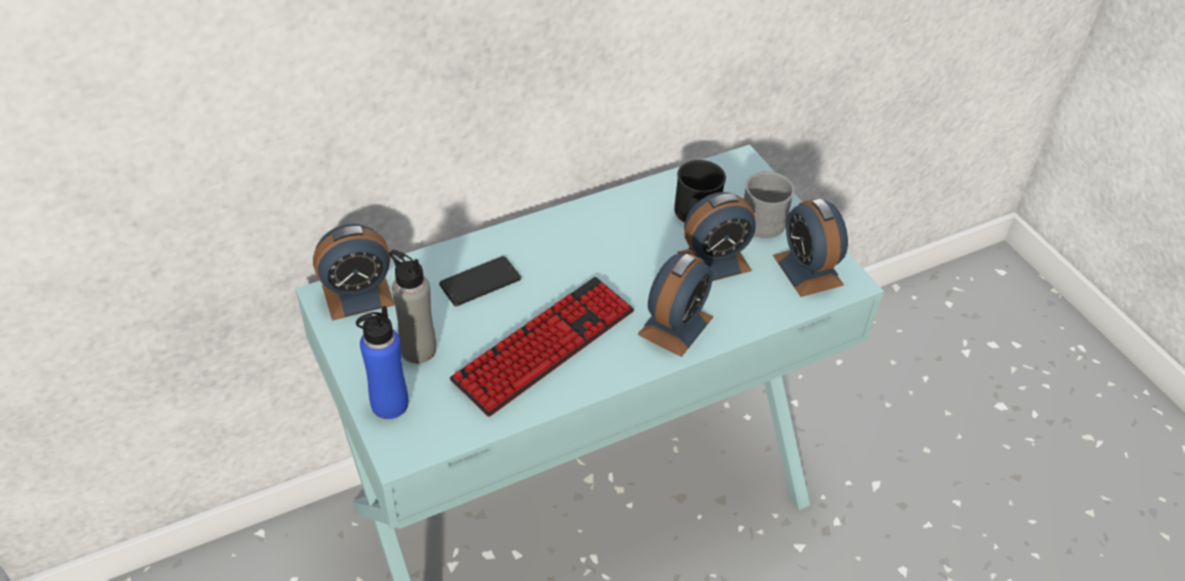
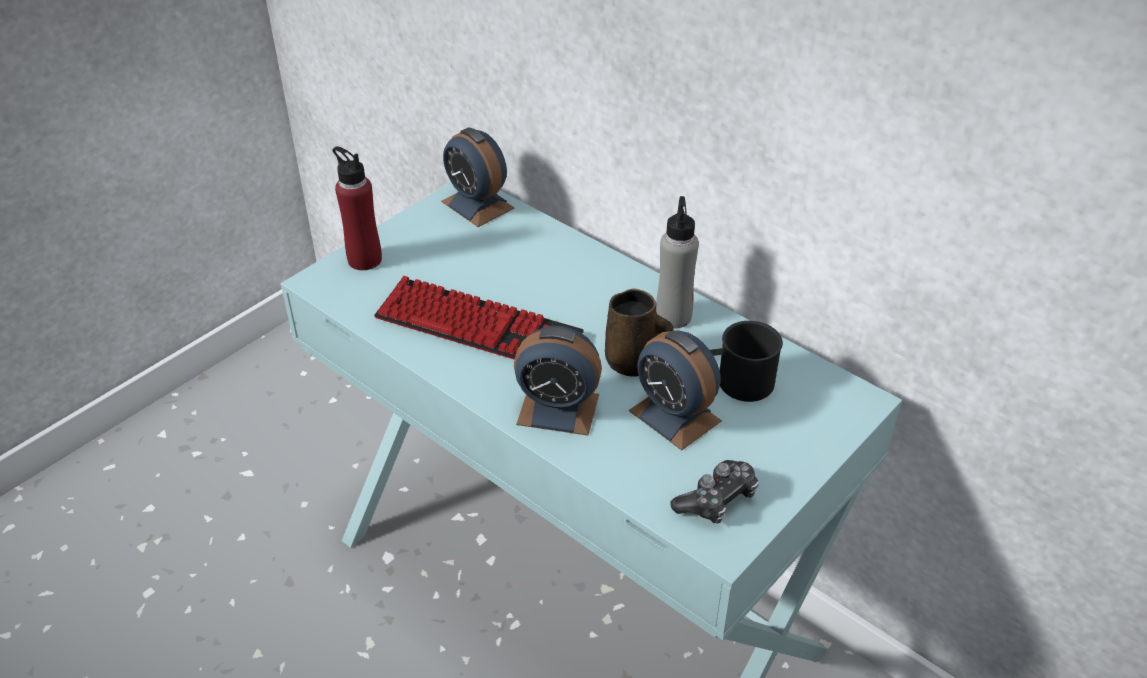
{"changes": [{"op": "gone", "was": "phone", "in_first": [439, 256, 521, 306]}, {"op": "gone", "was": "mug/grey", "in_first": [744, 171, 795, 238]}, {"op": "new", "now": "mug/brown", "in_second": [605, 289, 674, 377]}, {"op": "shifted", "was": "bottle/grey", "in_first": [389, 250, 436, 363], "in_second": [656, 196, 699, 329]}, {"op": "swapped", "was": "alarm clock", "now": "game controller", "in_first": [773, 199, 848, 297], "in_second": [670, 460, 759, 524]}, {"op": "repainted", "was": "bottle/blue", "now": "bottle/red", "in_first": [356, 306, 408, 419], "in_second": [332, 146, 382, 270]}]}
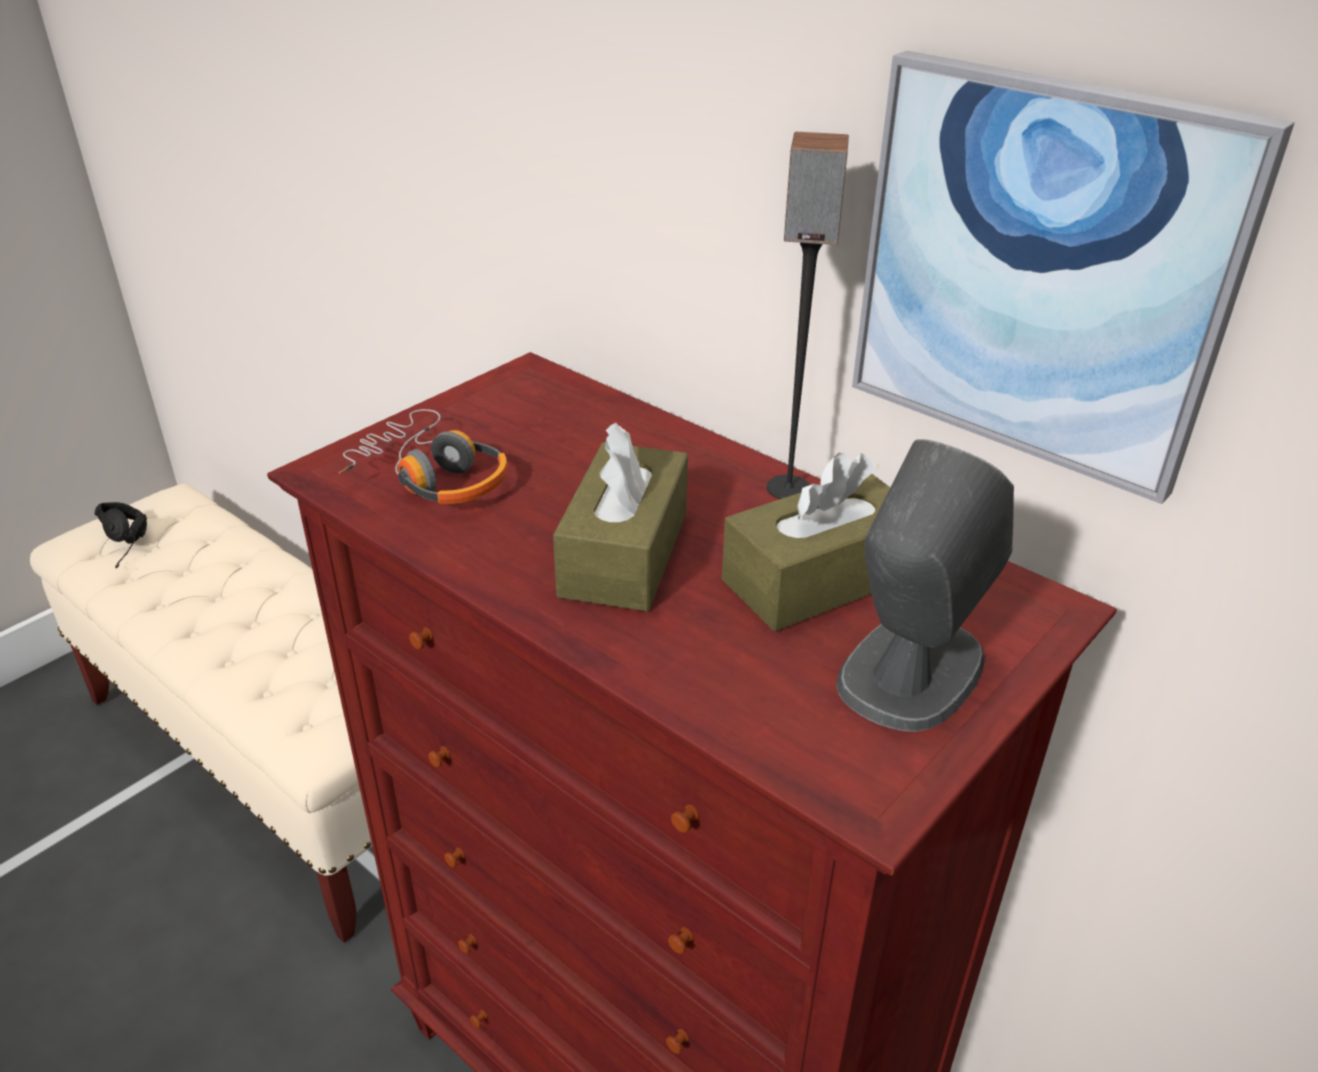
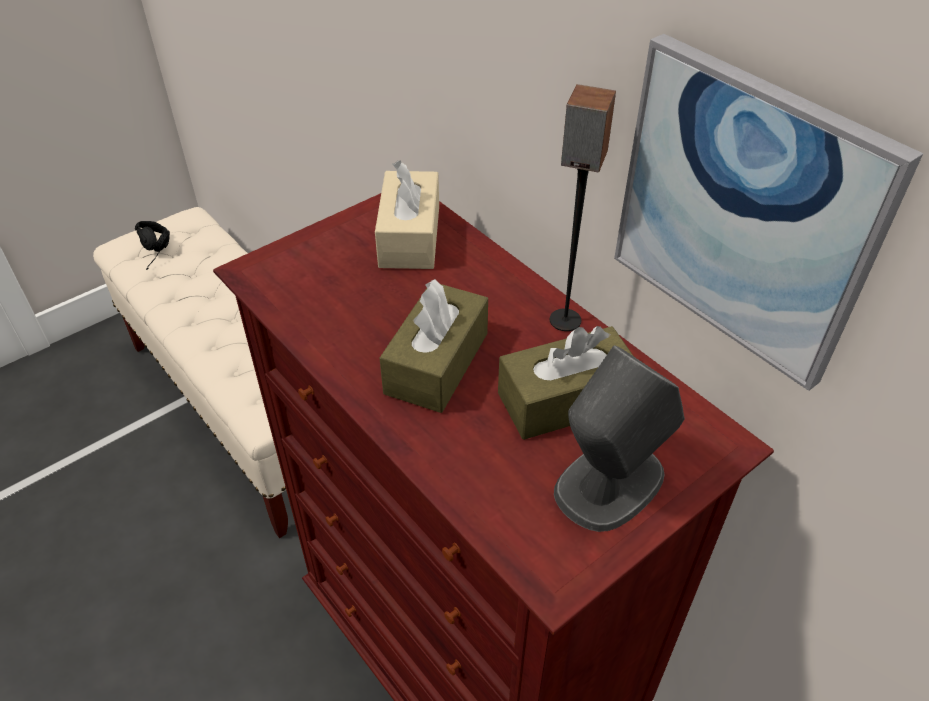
{"changes": [{"op": "gone", "was": "headphones", "in_first": [339, 409, 508, 504]}, {"op": "new", "now": "tissue box/beige", "in_second": [375, 161, 439, 269]}]}
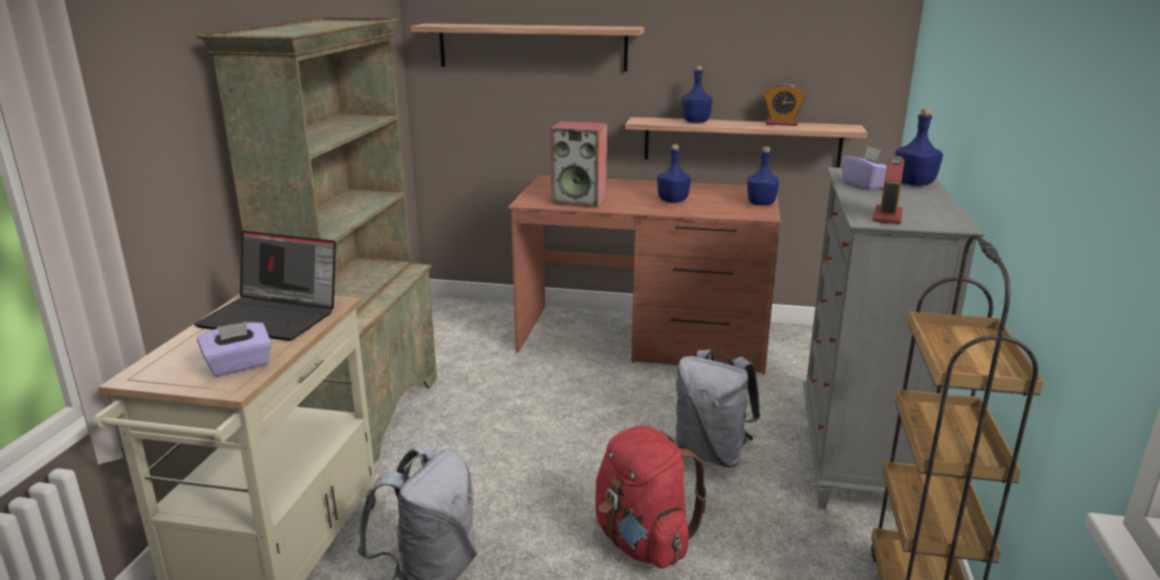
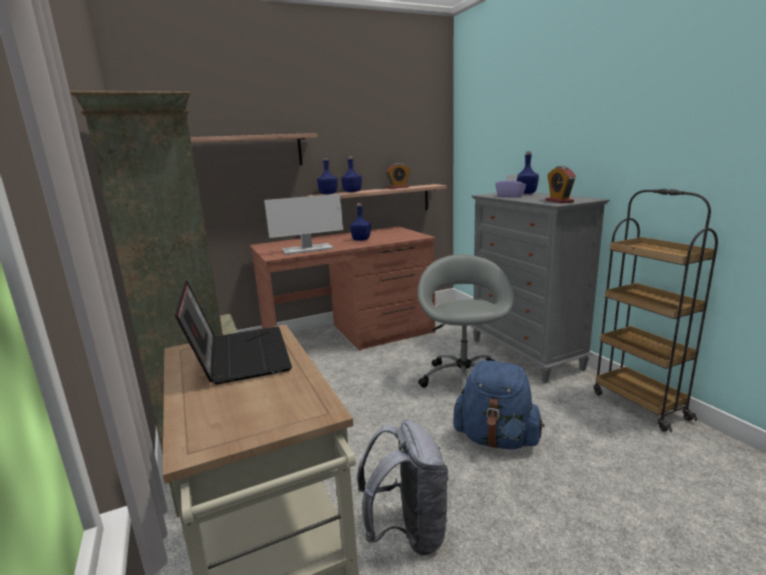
{"changes": [{"op": "gone", "was": "tissue box/purple", "in_first": [197, 322, 272, 377]}, {"op": "shifted", "was": "bottle/blue", "in_first": [747, 147, 779, 205], "in_second": [317, 158, 338, 194]}, {"op": "swapped", "was": "speaker", "now": "monitor", "in_first": [550, 121, 607, 208], "in_second": [264, 194, 343, 255]}, {"op": "swapped", "was": "backpack/grey", "now": "office chair/grey", "in_first": [676, 349, 760, 467], "in_second": [417, 254, 515, 394]}, {"op": "repainted", "was": "backpack/red", "now": "backpack/blue", "in_first": [595, 426, 709, 569], "in_second": [453, 360, 545, 450]}, {"op": "rotated", "was": "laptop", "in_first": [194, 231, 336, 341], "in_second": [175, 280, 292, 385], "clockwise": -90}]}
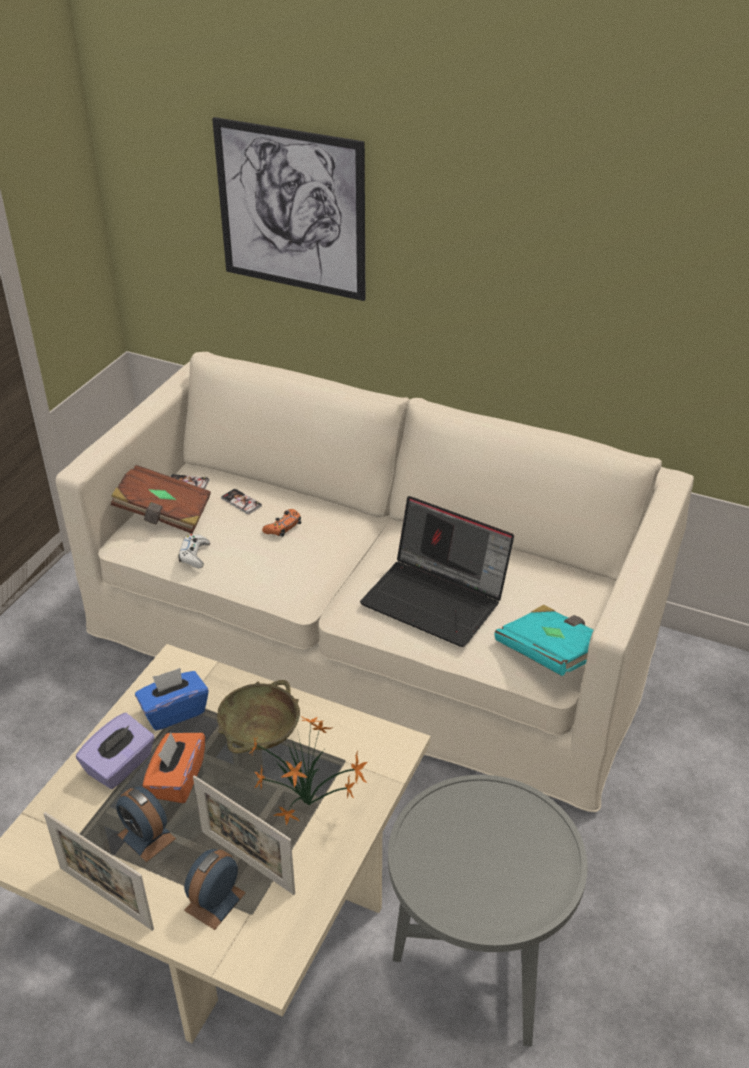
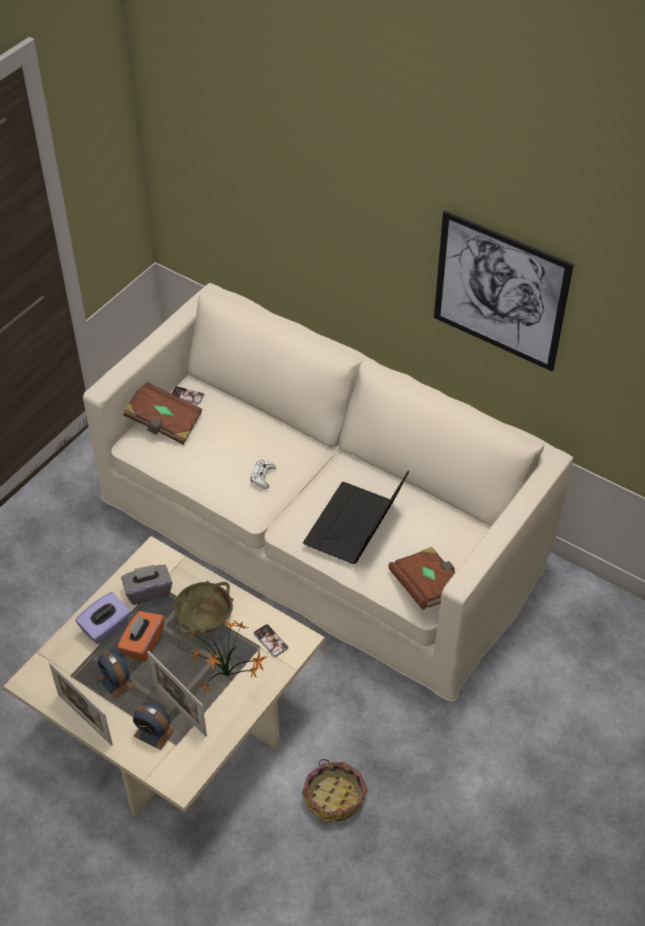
{"changes": [{"op": "gone", "was": "game controller/orange", "in_first": [262, 509, 301, 537]}, {"op": "shifted", "was": "game controller/white", "in_first": [178, 534, 210, 568], "in_second": [250, 460, 276, 489]}, {"op": "shifted", "was": "picture", "in_first": [212, 117, 365, 301], "in_second": [434, 210, 574, 371]}, {"op": "shifted", "was": "phone", "in_first": [221, 489, 262, 514], "in_second": [253, 624, 289, 657]}, {"op": "swapped", "was": "side table/grey", "now": "basket", "in_first": [388, 775, 587, 1047], "in_second": [302, 759, 368, 823]}, {"op": "repainted", "was": "tissue box/blue", "now": "tissue box/grey", "in_first": [135, 668, 209, 731], "in_second": [121, 565, 172, 605]}, {"op": "repainted", "was": "book/turquoise", "now": "book/brown", "in_first": [495, 605, 593, 676], "in_second": [388, 547, 455, 610]}, {"op": "rotated", "was": "alarm clock", "in_first": [184, 849, 246, 930], "in_second": [133, 702, 175, 750], "clockwise": -105}, {"op": "rotated", "was": "laptop", "in_first": [360, 496, 514, 647], "in_second": [303, 471, 409, 564], "clockwise": 75}]}
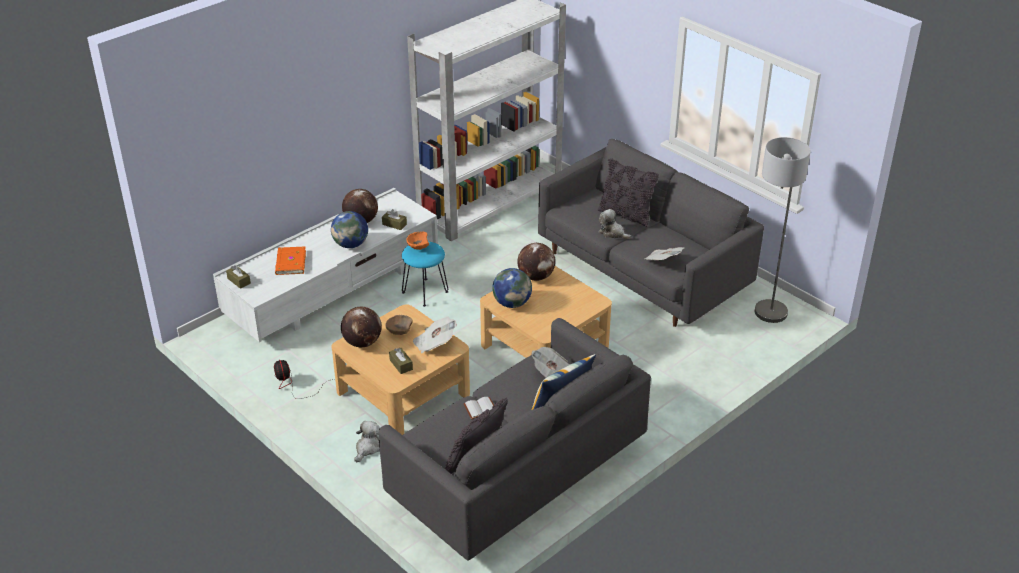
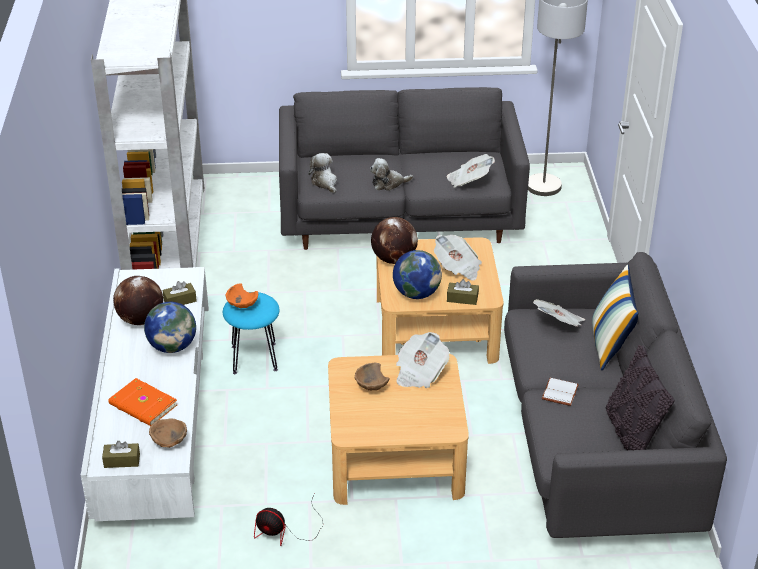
{"changes": [{"op": "gone", "was": "globe", "in_first": [341, 307, 381, 347]}, {"op": "gone", "was": "pillow/black", "in_first": [598, 158, 659, 227]}, {"op": "new", "now": "bowl/brown", "in_second": [149, 418, 187, 448]}, {"op": "new", "now": "newspaper", "in_second": [434, 235, 482, 281]}, {"op": "shifted", "was": "plush toy", "in_first": [354, 421, 380, 462], "in_second": [308, 153, 337, 193]}, {"op": "shifted", "was": "tissue box/brown", "in_first": [389, 348, 413, 374], "in_second": [447, 279, 479, 305]}]}
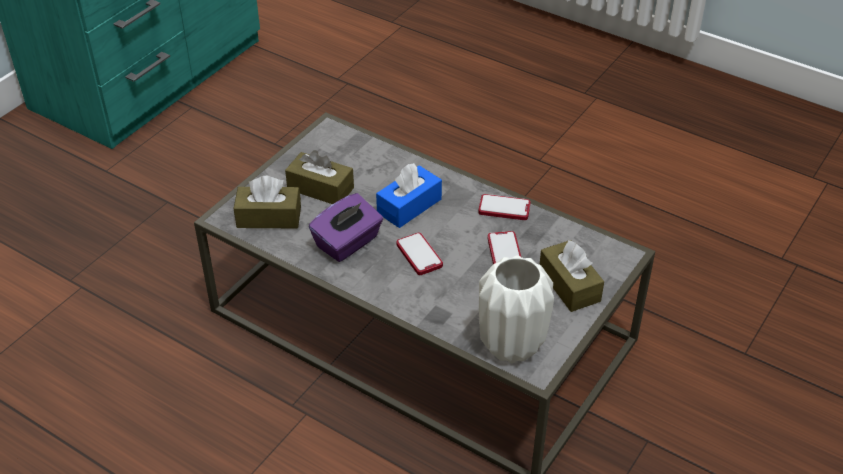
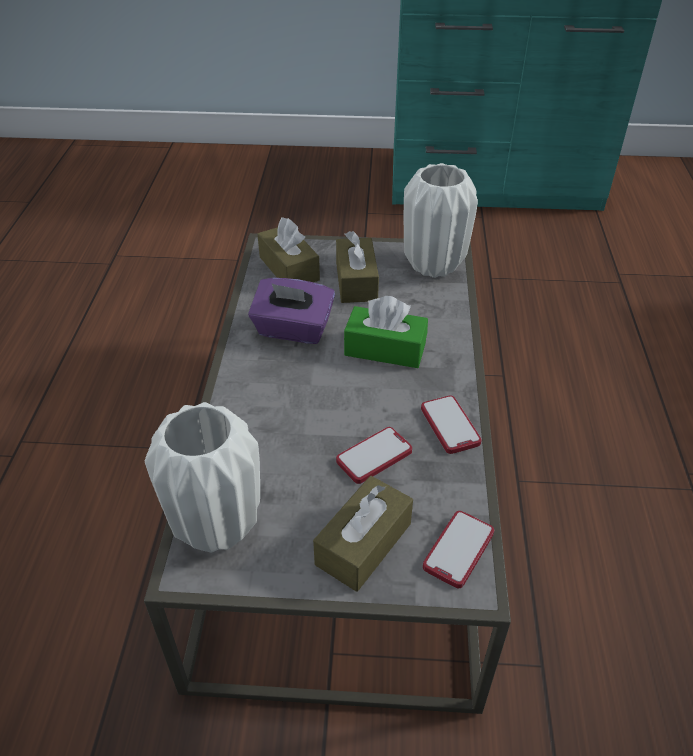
{"changes": [{"op": "new", "now": "vase/white", "in_second": [404, 163, 478, 278]}, {"op": "shifted", "was": "phone", "in_first": [396, 233, 443, 275], "in_second": [423, 511, 494, 588]}, {"op": "repainted", "was": "tissue box/blue", "now": "tissue box/green", "in_first": [376, 163, 442, 228], "in_second": [344, 296, 428, 368]}]}
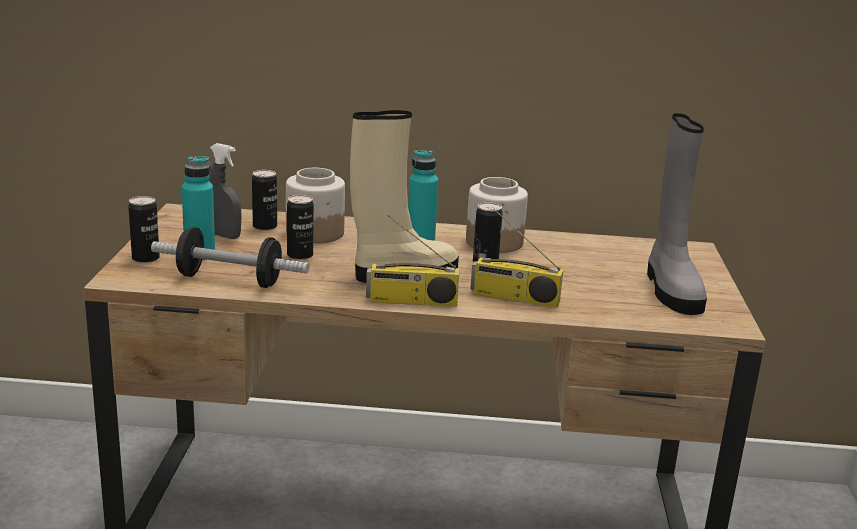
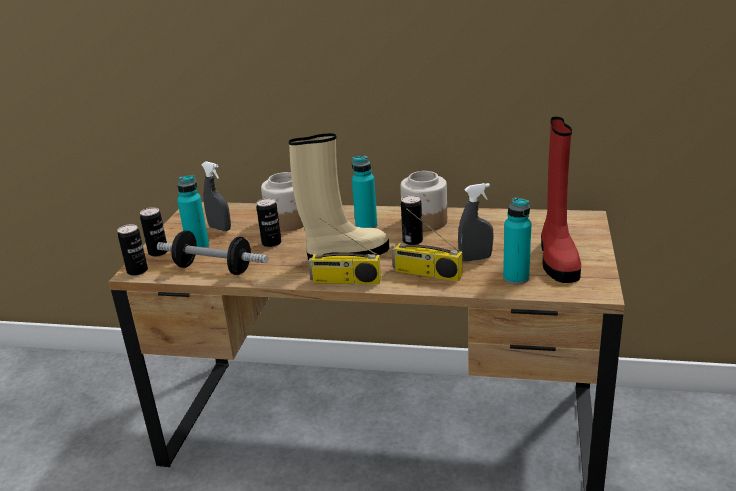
{"changes": [{"op": "new", "now": "spray bottle/grey", "in_second": [458, 183, 493, 262]}, {"op": "new", "now": "bottle/turquoise", "in_second": [503, 197, 531, 285]}, {"op": "shifted", "was": "can", "in_first": [252, 170, 277, 231], "in_second": [117, 224, 148, 276]}, {"op": "repainted", "was": "boot/grey", "now": "boot/red", "in_first": [647, 113, 707, 315], "in_second": [541, 117, 581, 283]}]}
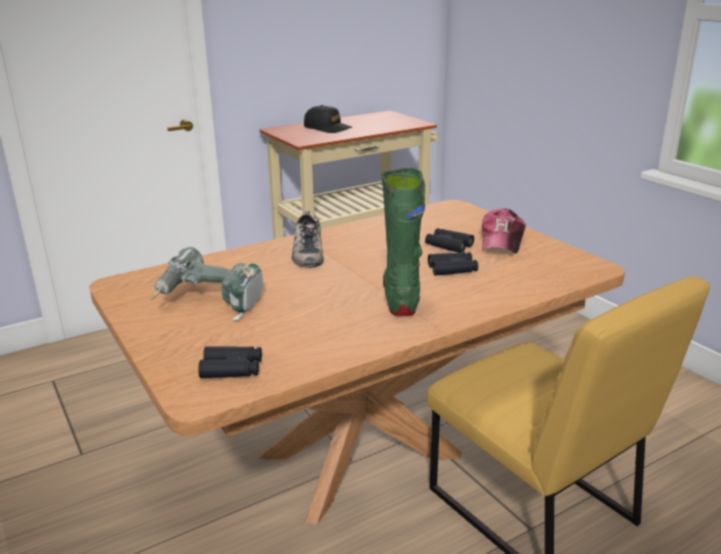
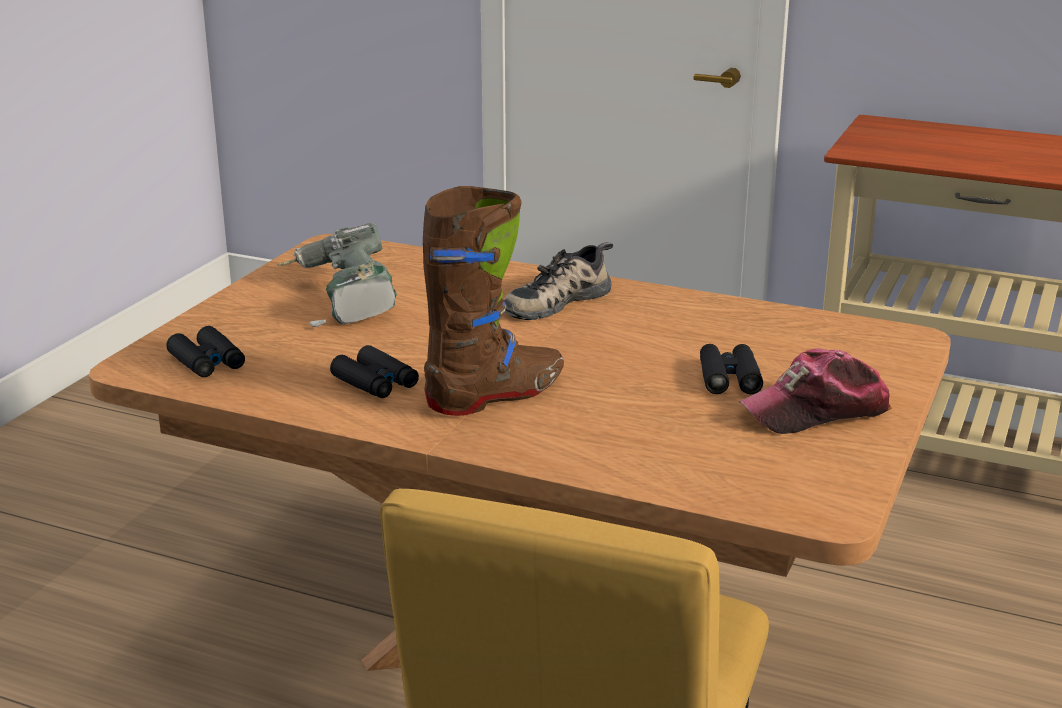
{"changes": [{"op": "gone", "was": "cap/black", "in_first": [304, 105, 352, 133]}, {"op": "shifted", "was": "binoculars/black", "in_first": [428, 252, 478, 276], "in_second": [330, 345, 419, 398]}, {"op": "repainted", "was": "boot/green", "now": "boot/brown", "in_first": [382, 168, 425, 316], "in_second": [423, 186, 564, 416]}]}
